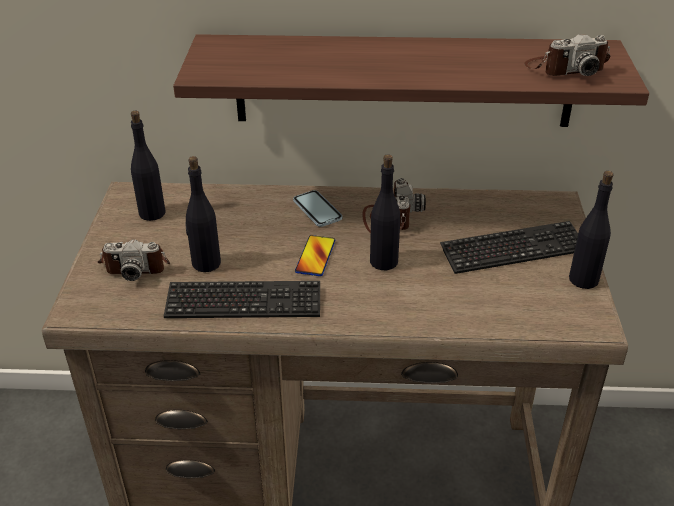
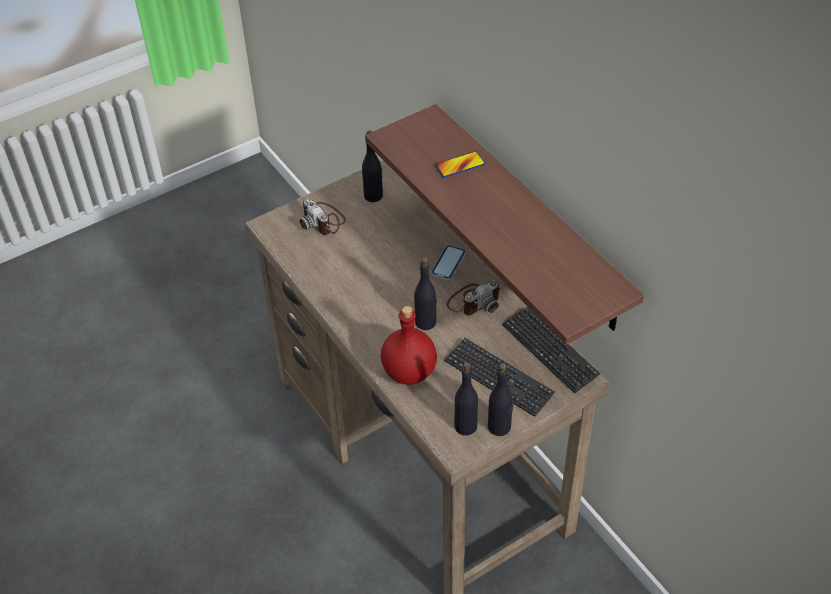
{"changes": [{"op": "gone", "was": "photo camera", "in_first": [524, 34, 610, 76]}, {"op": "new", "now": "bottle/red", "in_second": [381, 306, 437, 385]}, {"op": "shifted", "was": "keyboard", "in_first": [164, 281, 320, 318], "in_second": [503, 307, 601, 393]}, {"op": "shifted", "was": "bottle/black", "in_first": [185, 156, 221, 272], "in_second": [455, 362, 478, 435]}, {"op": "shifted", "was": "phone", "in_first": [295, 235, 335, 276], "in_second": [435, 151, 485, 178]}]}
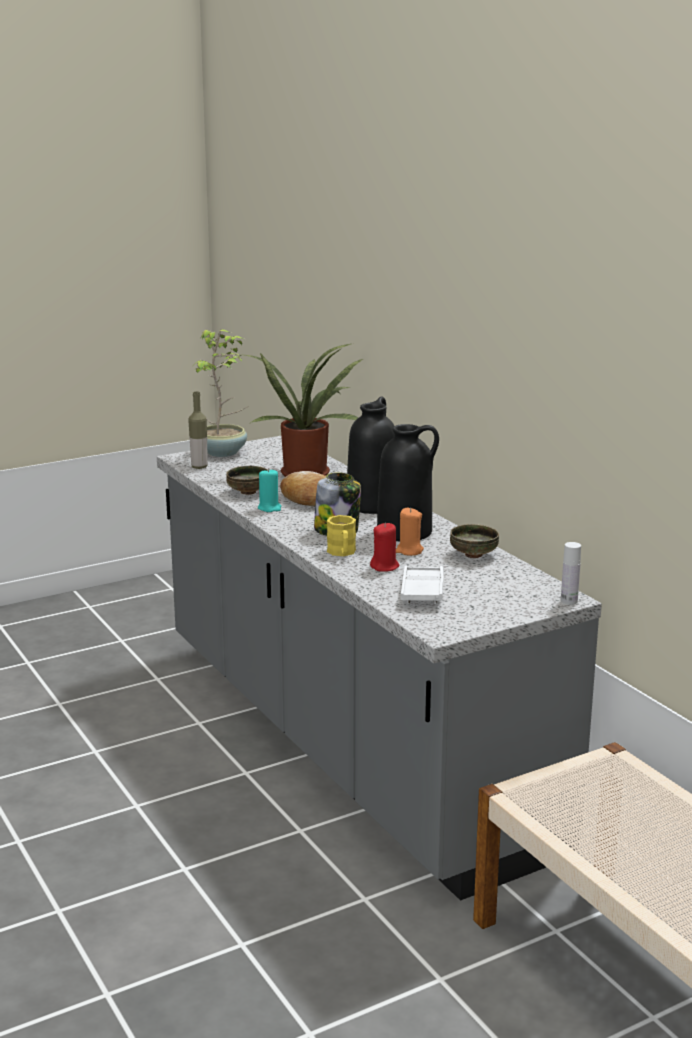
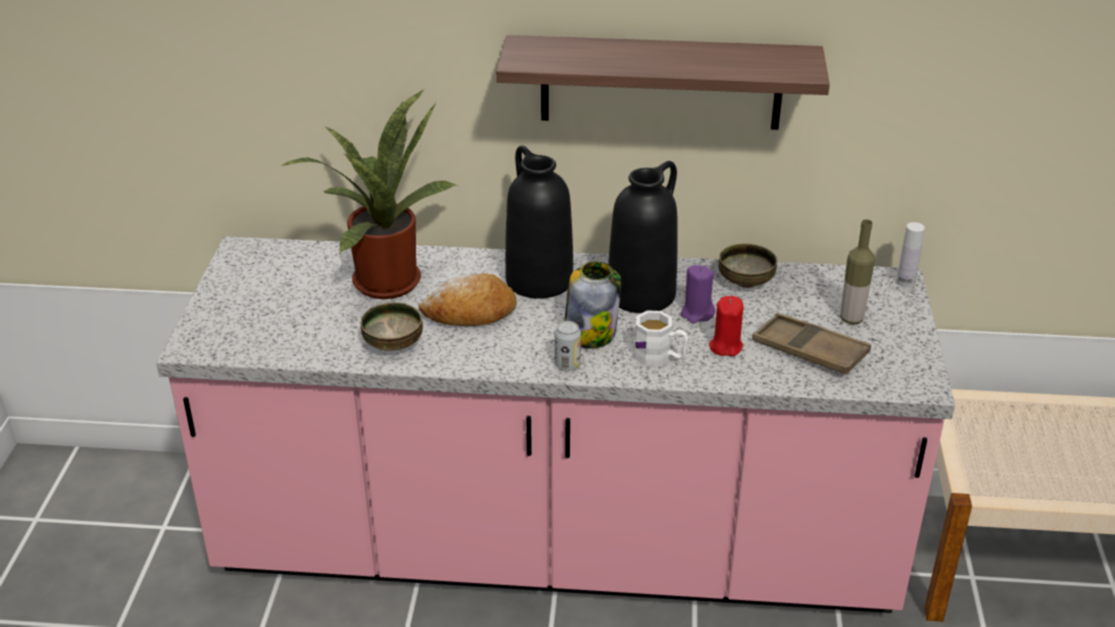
{"changes": [{"op": "gone", "was": "potted plant", "in_first": [194, 329, 247, 457]}, {"op": "gone", "was": "candle/turquoise", "in_first": [258, 468, 281, 512]}, {"op": "new", "now": "shelf", "in_second": [496, 35, 830, 130]}, {"op": "new", "now": "can", "in_second": [555, 321, 581, 371]}, {"op": "shifted", "was": "bottle", "in_first": [188, 391, 208, 469], "in_second": [840, 219, 875, 324]}, {"op": "repainted", "was": "counter/grey", "now": "counter/pink", "in_first": [157, 436, 602, 901], "in_second": [156, 236, 955, 613]}, {"op": "repainted", "was": "mug/yellow", "now": "mug/white", "in_first": [327, 515, 356, 556], "in_second": [635, 311, 688, 366]}, {"op": "repainted", "was": "candle/orange", "now": "candle/purple", "in_first": [396, 508, 424, 556], "in_second": [681, 265, 715, 324]}, {"op": "repainted", "was": "tray/white", "now": "tray/brown", "in_first": [401, 566, 444, 604], "in_second": [752, 313, 871, 374]}]}
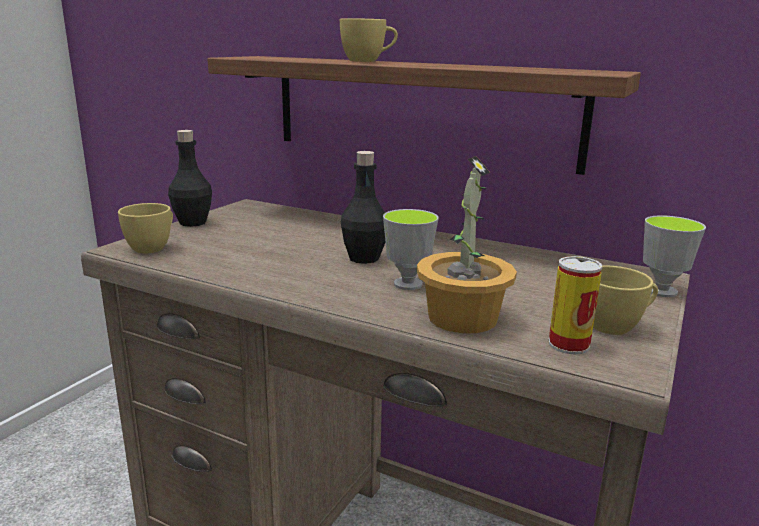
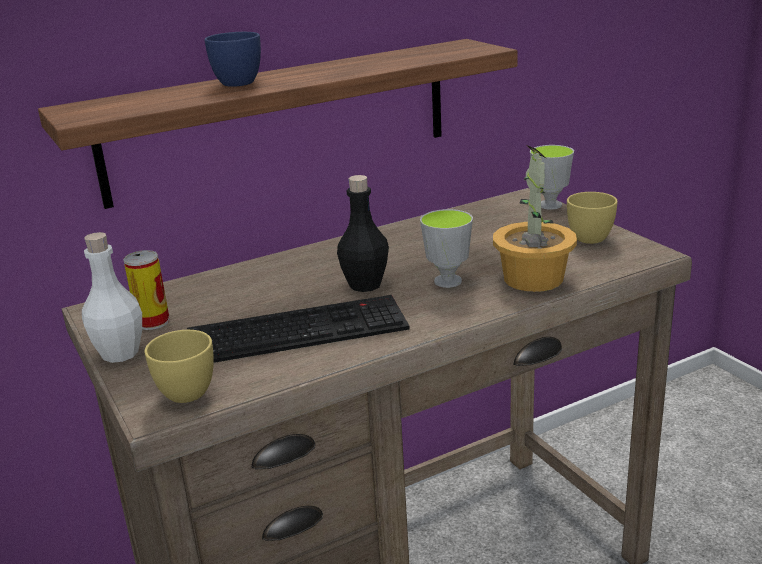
{"changes": [{"op": "new", "now": "keyboard", "in_second": [187, 295, 410, 363]}, {"op": "shifted", "was": "can", "in_first": [549, 256, 602, 355], "in_second": [123, 250, 170, 330]}, {"op": "repainted", "was": "bottle/black", "now": "bottle/white", "in_first": [168, 130, 212, 227], "in_second": [82, 232, 142, 363]}, {"op": "repainted", "was": "cup/yellow", "now": "cup/blue", "in_first": [340, 18, 398, 62], "in_second": [205, 32, 261, 87]}]}
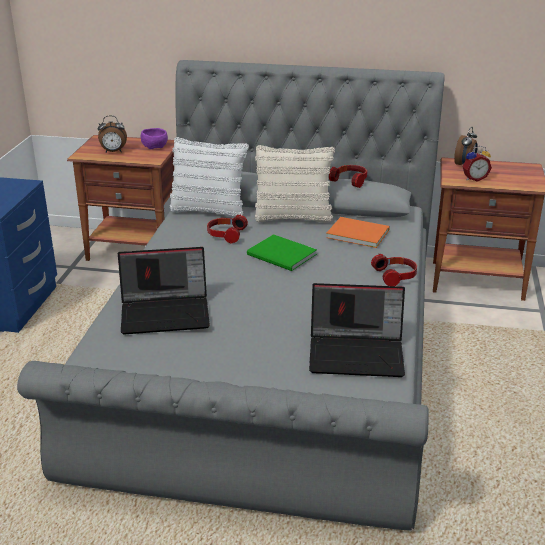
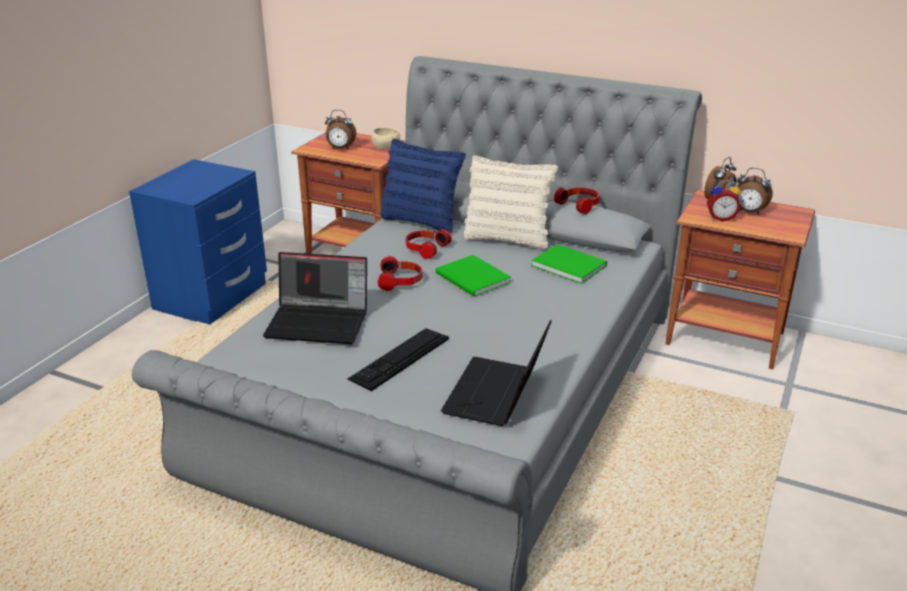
{"changes": [{"op": "new", "now": "keyboard", "in_second": [348, 328, 449, 391]}, {"op": "new", "now": "alarm clock", "in_second": [736, 168, 773, 215]}, {"op": "shifted", "was": "headphones", "in_first": [371, 254, 417, 286], "in_second": [377, 256, 423, 291]}, {"op": "repainted", "was": "bowl/purple", "now": "bowl/beige", "in_first": [141, 128, 168, 149], "in_second": [371, 127, 400, 150]}, {"op": "repainted", "was": "pillow/white", "now": "pillow/blue", "in_first": [170, 137, 249, 218], "in_second": [380, 139, 466, 233]}, {"op": "repainted", "was": "book/orange", "now": "book/green", "in_first": [326, 217, 390, 248], "in_second": [531, 244, 607, 284]}, {"op": "rotated", "was": "laptop", "in_first": [309, 283, 405, 377], "in_second": [441, 319, 552, 426], "clockwise": 90}]}
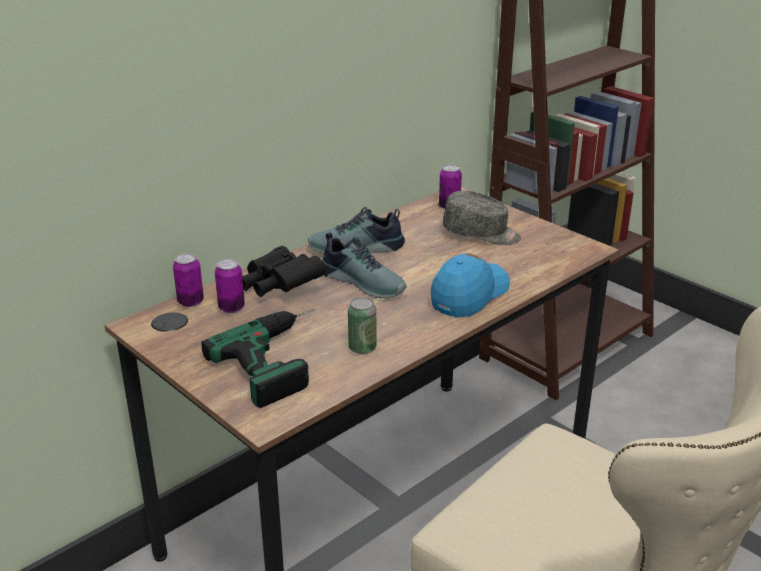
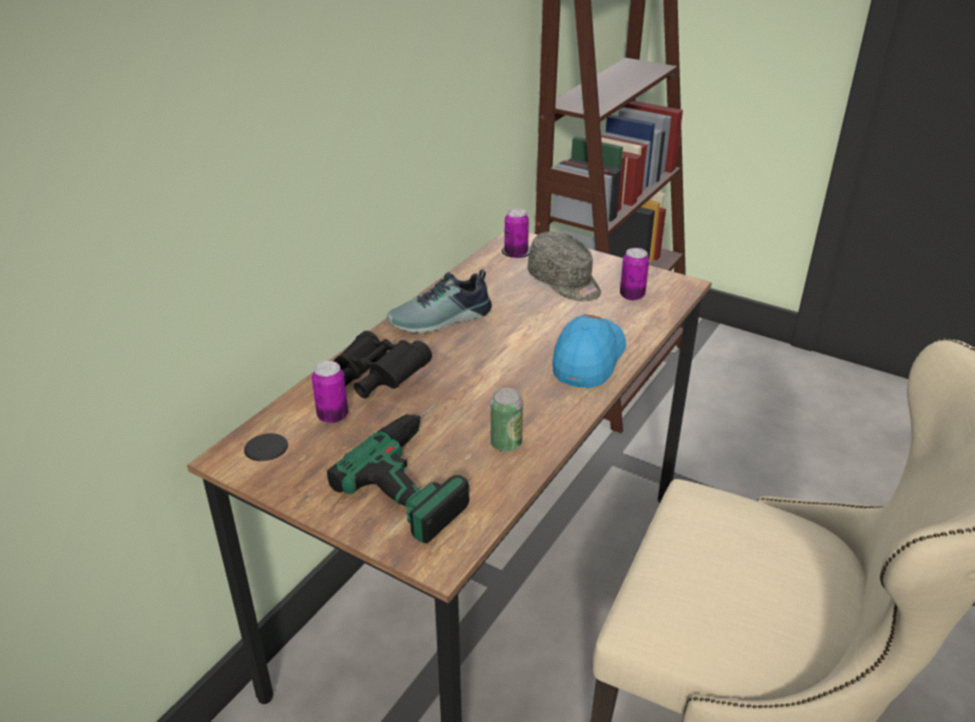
{"changes": [{"op": "gone", "was": "shoe", "in_first": [322, 232, 407, 299]}, {"op": "shifted", "was": "can", "in_first": [173, 253, 204, 307], "in_second": [620, 248, 649, 301]}, {"op": "rotated", "was": "cap/grey", "in_first": [443, 191, 521, 245], "in_second": [527, 231, 601, 301], "clockwise": 45}]}
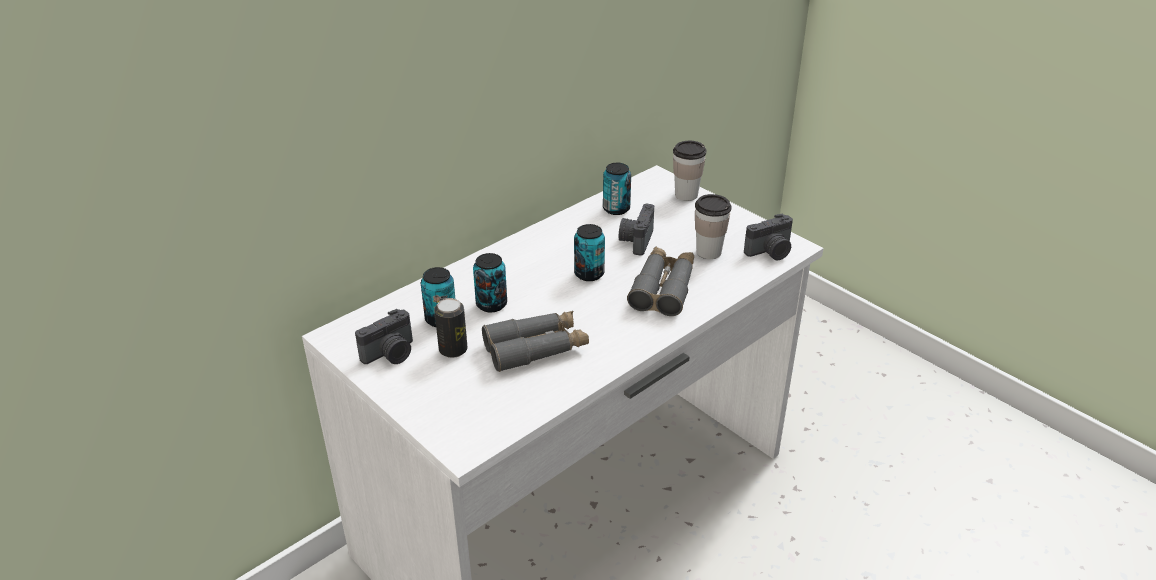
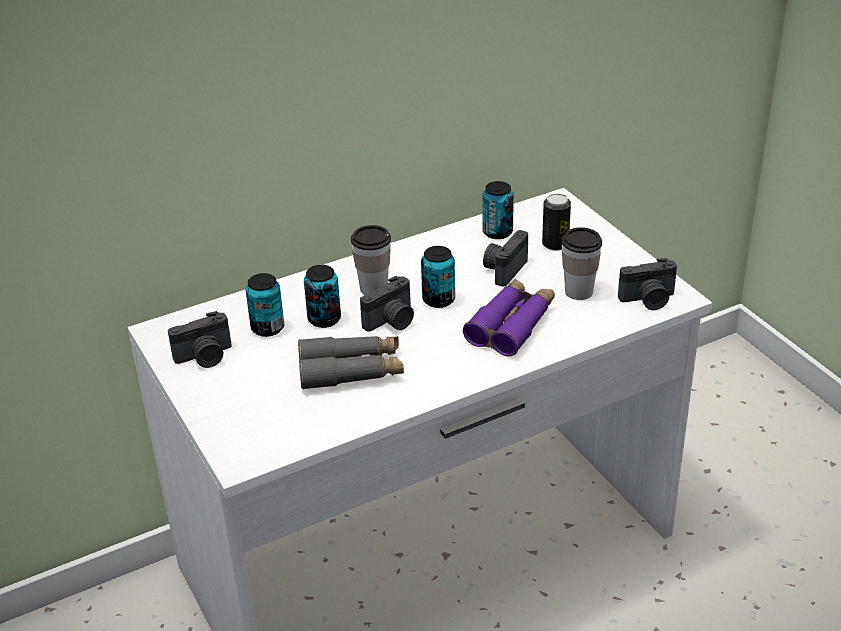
{"changes": [{"op": "new", "now": "photo camera", "in_second": [360, 276, 414, 332]}, {"op": "shifted", "was": "can", "in_first": [434, 298, 468, 358], "in_second": [542, 194, 571, 250]}, {"op": "shifted", "was": "cup", "in_first": [673, 141, 707, 201], "in_second": [351, 225, 391, 295]}, {"op": "repainted", "was": "binoculars/grey", "now": "binoculars/purple", "in_first": [627, 247, 694, 316], "in_second": [463, 279, 555, 356]}]}
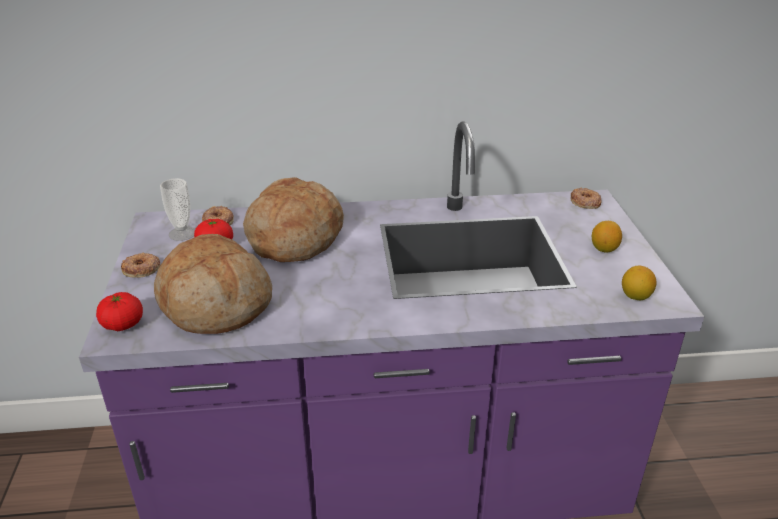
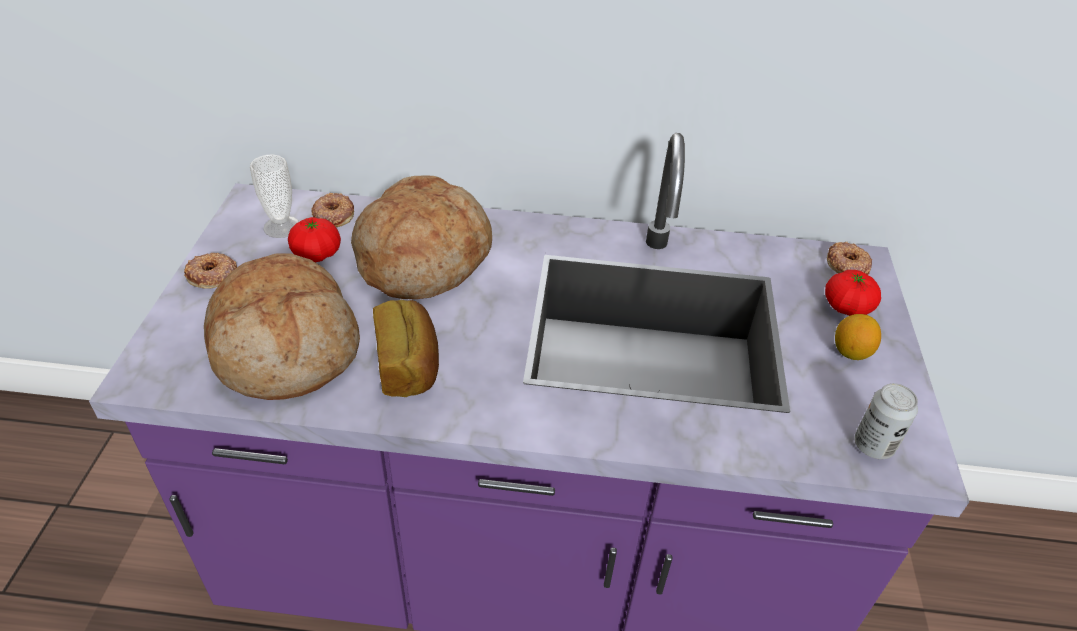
{"changes": [{"op": "new", "now": "bread", "in_second": [373, 300, 439, 397]}, {"op": "shifted", "was": "tomato", "in_first": [96, 292, 143, 331], "in_second": [825, 270, 881, 316]}, {"op": "swapped", "was": "lemon", "now": "can", "in_first": [622, 266, 657, 300], "in_second": [854, 383, 918, 459]}]}
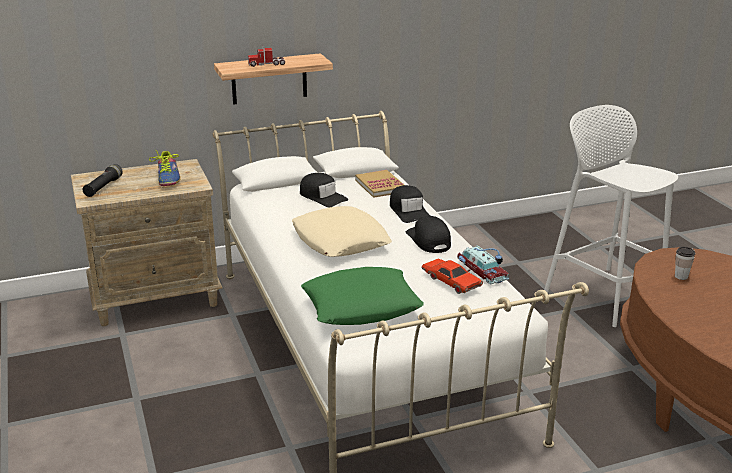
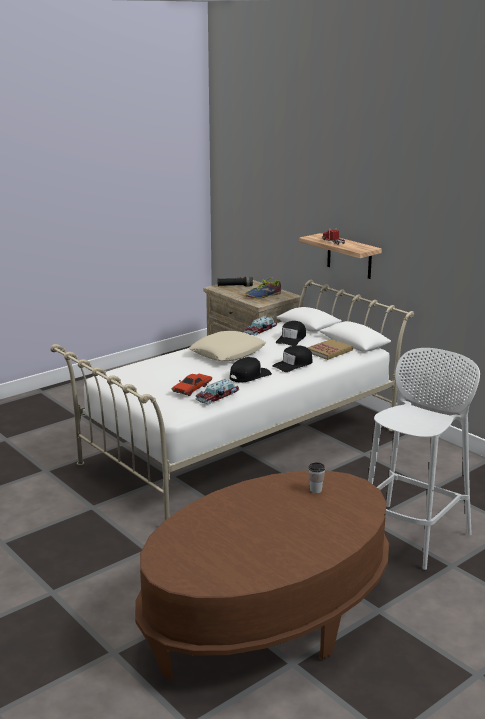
{"changes": [{"op": "gone", "was": "pillow/green", "in_first": [301, 267, 424, 325]}, {"op": "new", "now": "toy car", "in_second": [244, 316, 277, 335]}]}
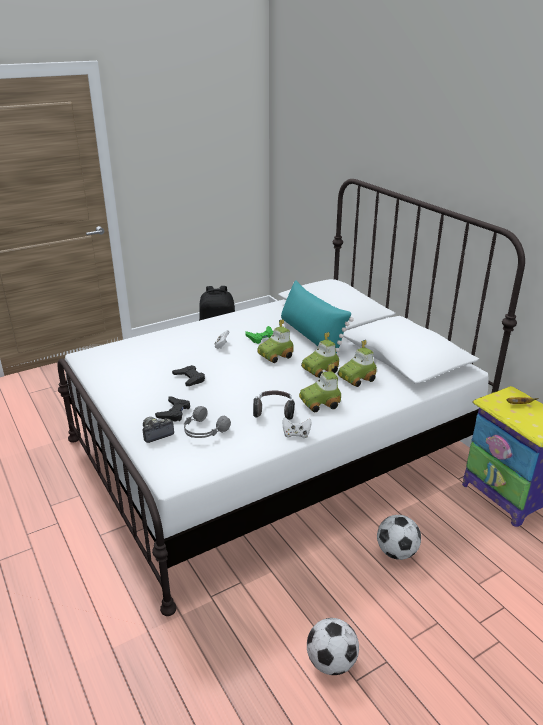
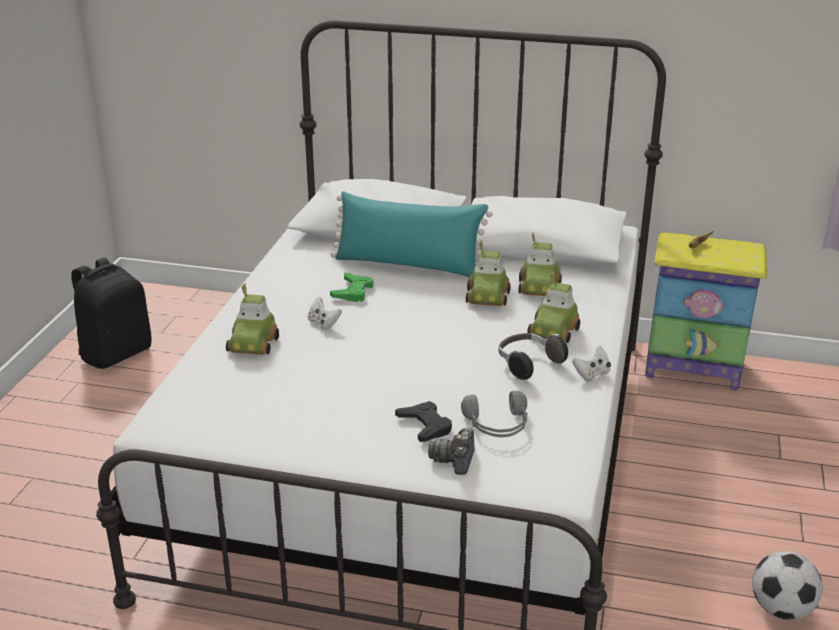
{"changes": [{"op": "gone", "was": "game controller/black", "in_first": [172, 365, 205, 386]}, {"op": "gone", "was": "football", "in_first": [377, 515, 421, 560]}, {"op": "shifted", "was": "toy car", "in_first": [257, 319, 294, 363], "in_second": [226, 283, 279, 355]}]}
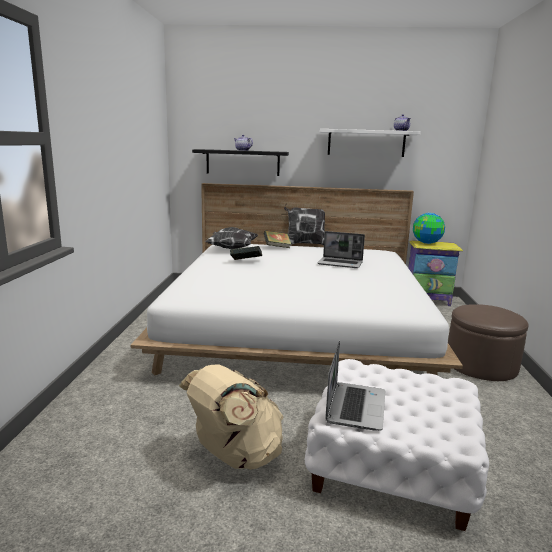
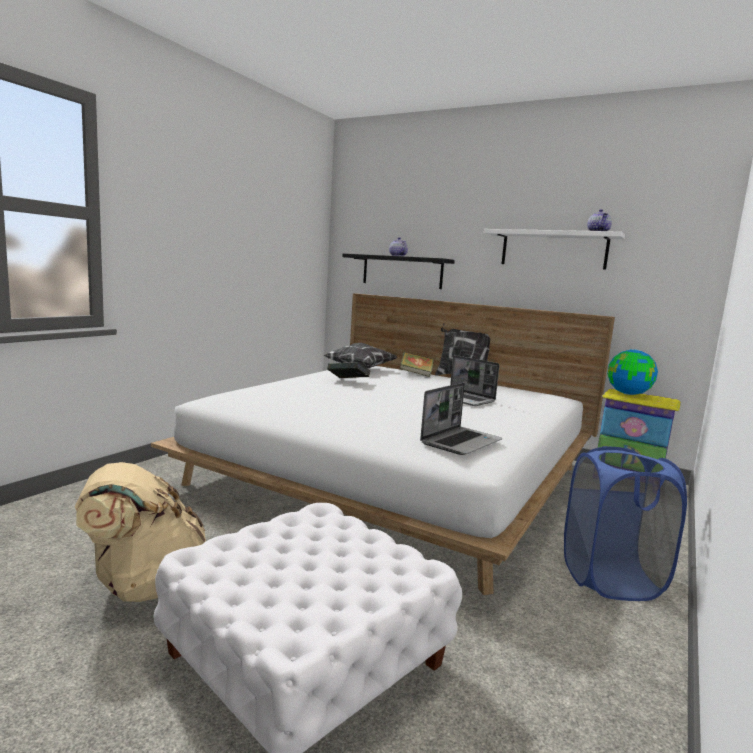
{"changes": [{"op": "shifted", "was": "laptop", "in_first": [326, 341, 385, 431], "in_second": [420, 382, 502, 455]}, {"op": "swapped", "was": "ottoman/brown", "now": "laundry basket/blue", "in_first": [448, 304, 528, 381], "in_second": [564, 446, 687, 601]}]}
